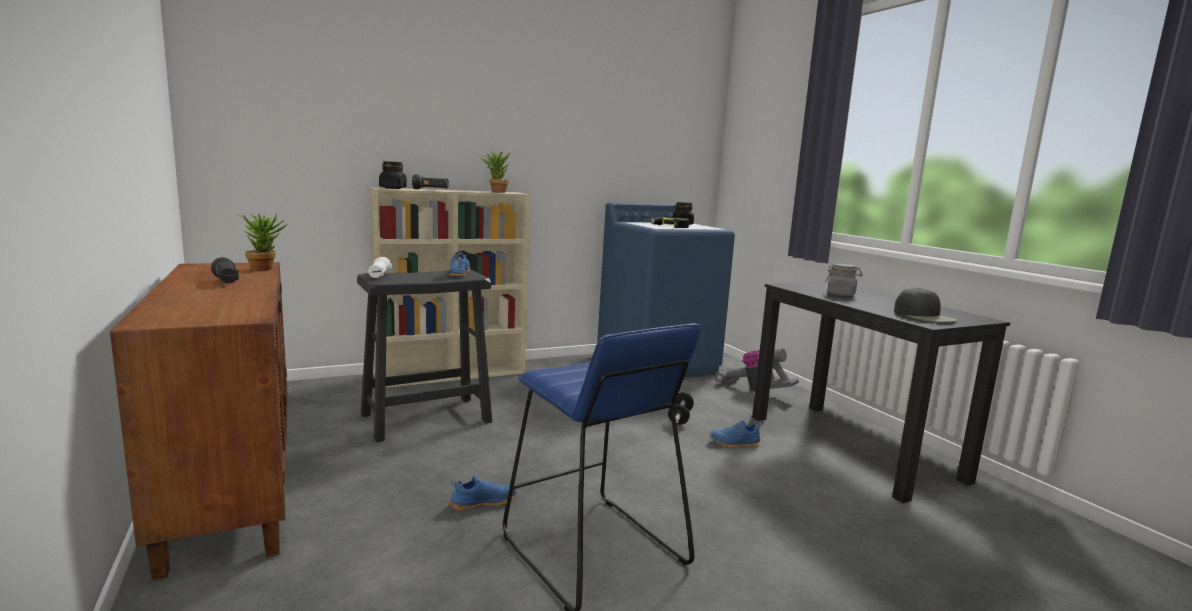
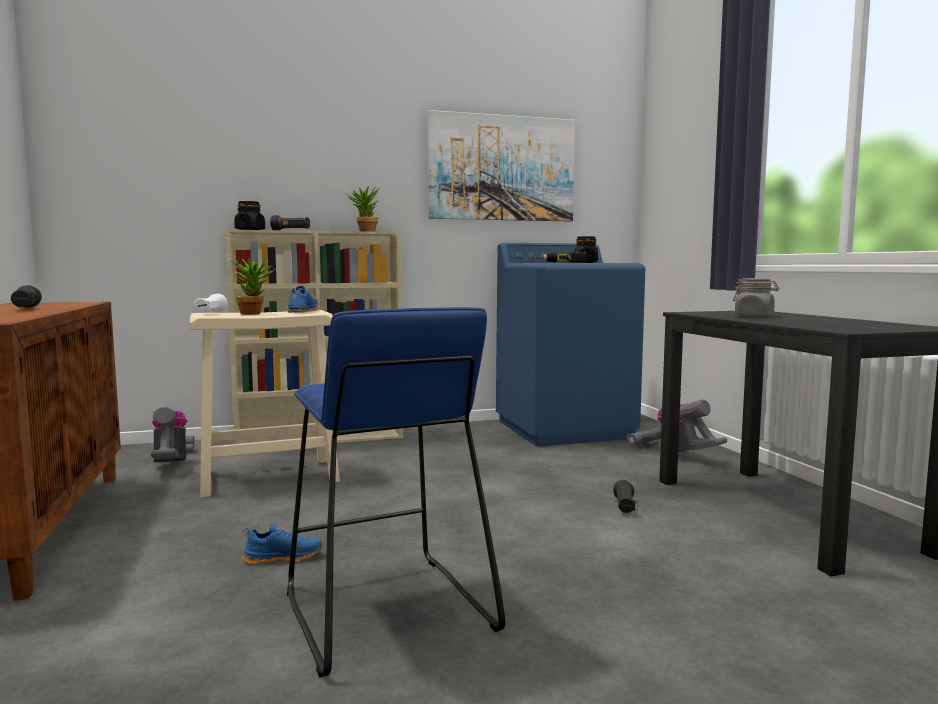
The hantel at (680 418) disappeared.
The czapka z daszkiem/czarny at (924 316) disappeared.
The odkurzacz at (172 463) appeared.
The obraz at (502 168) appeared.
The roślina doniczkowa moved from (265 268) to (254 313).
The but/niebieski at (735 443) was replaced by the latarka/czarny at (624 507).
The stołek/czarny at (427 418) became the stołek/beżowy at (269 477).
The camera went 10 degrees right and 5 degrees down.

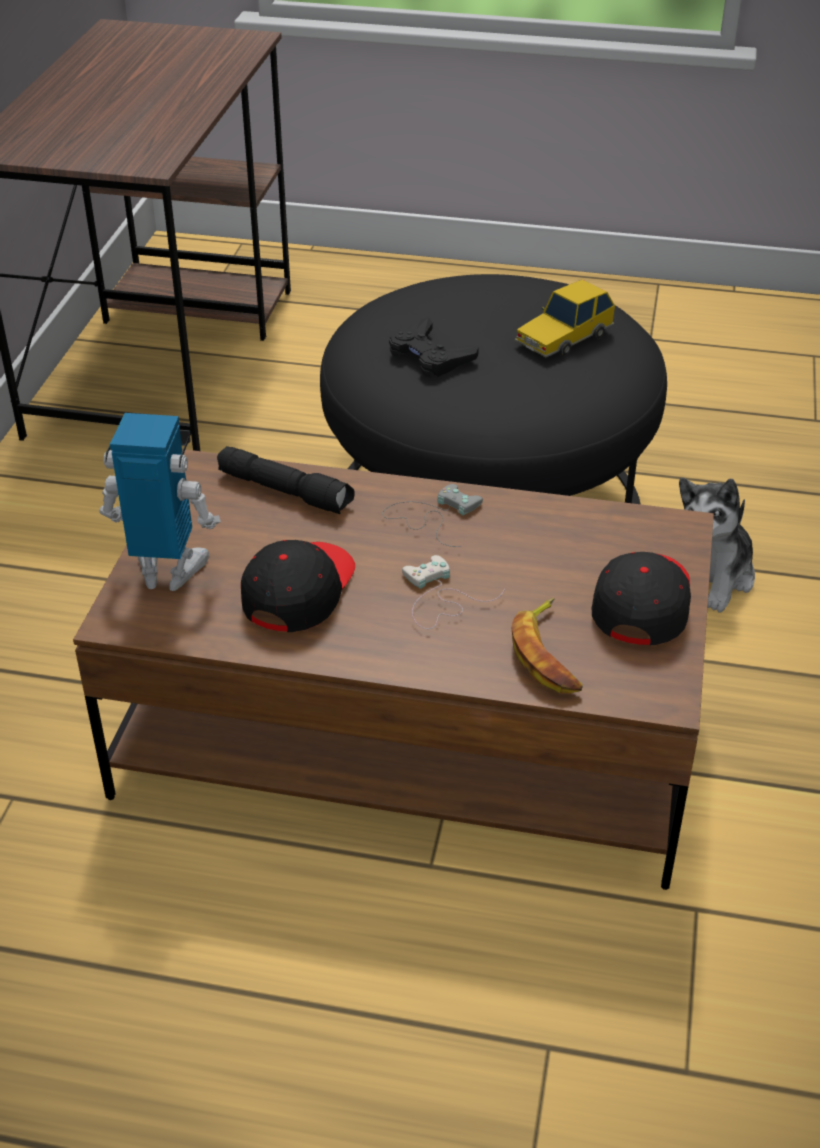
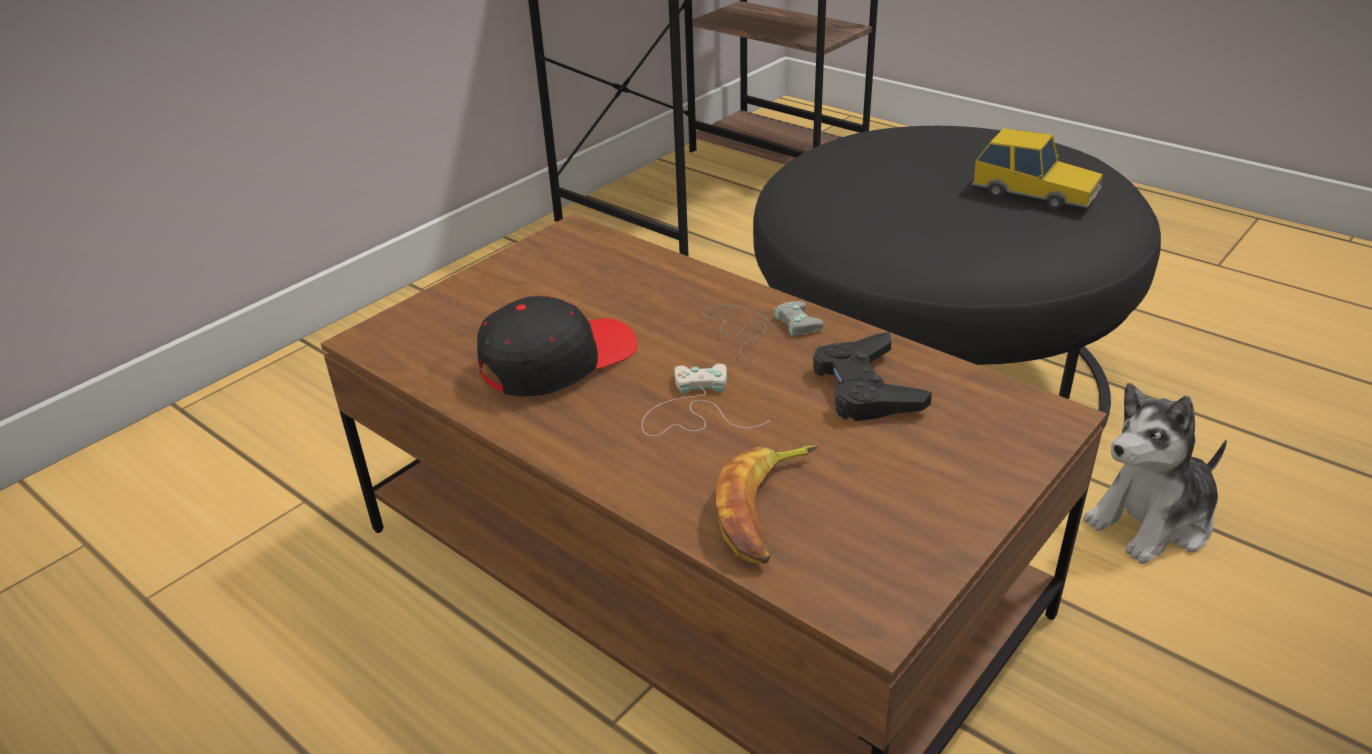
The robot zabawkowy at (168 572) disappeared.
The latarka/czarny at (286 491) disappeared.
The czapka z daszkiem/czarny at (642 603) disappeared.
The pad do gier/czarny moved from (430 356) to (865 388).
The samochodzik at (563 337) turned 135 degrees counterclockwise.
The camera went 30 degrees right and 5 degrees down.

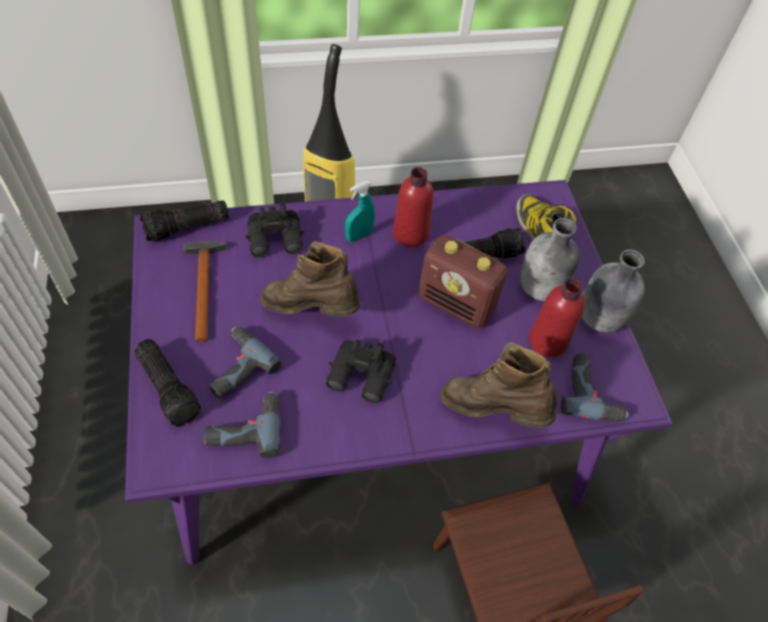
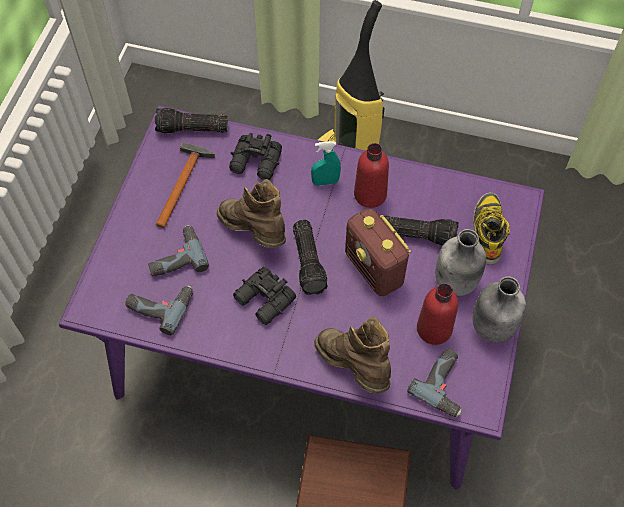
The latarka moved from (170 387) to (309 262).
The camera went 30 degrees right and 5 degrees up.

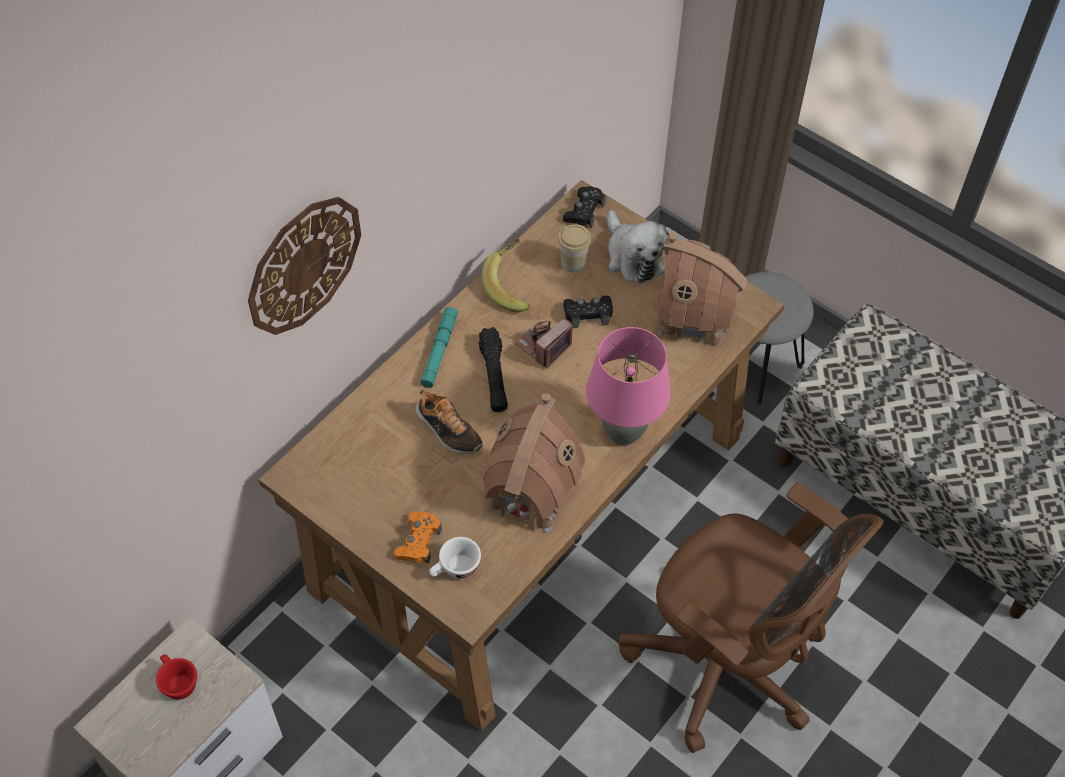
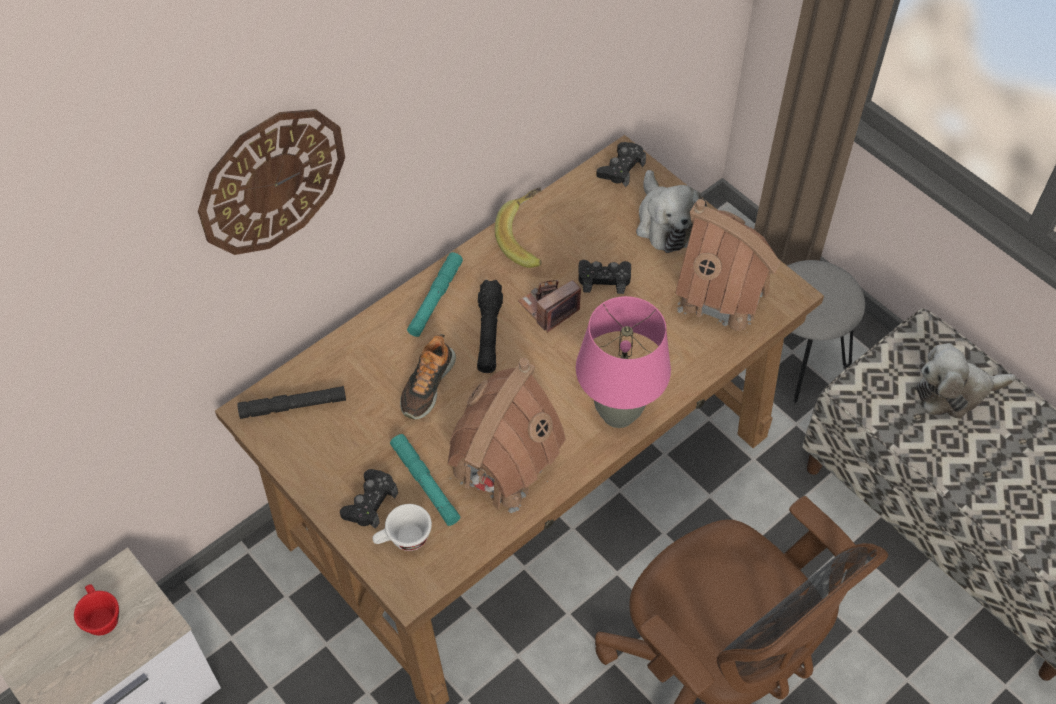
The filiżanka at (573 263) disappeared.
The latarka/czarny at (293 406) appeared.
The latarka/turkusowy at (425 483) appeared.
The pluszak at (954 392) appeared.
The pad do gier/pomarańczowy at (418 541) became the pad do gier/czarny at (370 503).
The but at (448 430) turned 60 degrees clockwise.
The camera went 10 degrees right and 0 degrees up.

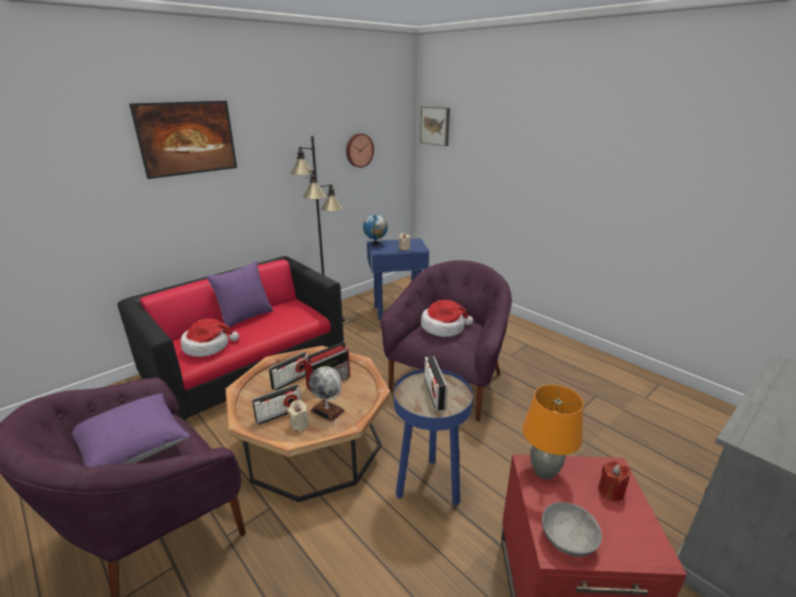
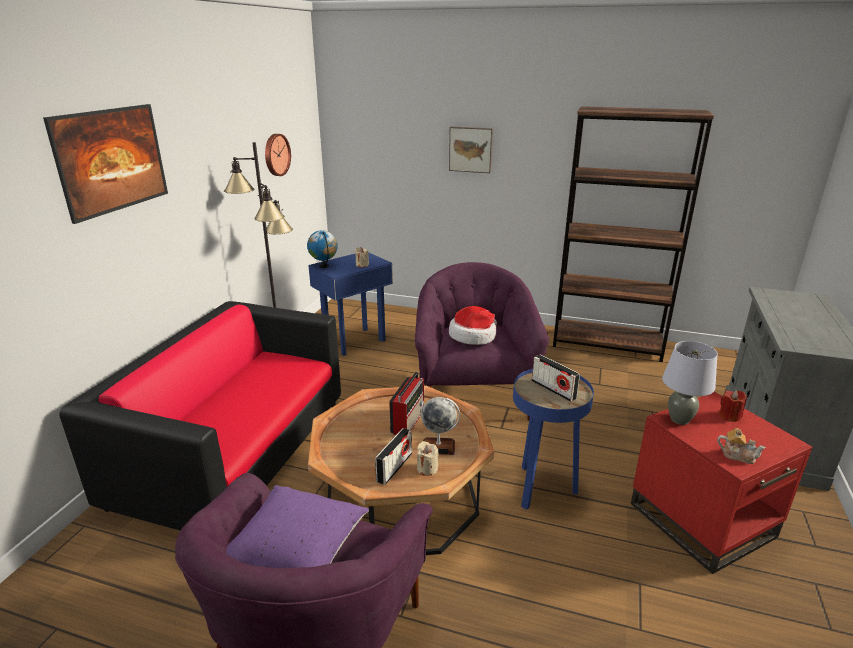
The kapelusz at (208 346) disappeared.
The poduszka/fioletowy at (245 317) disappeared.
The radio at (291 380) disappeared.
The regał/brązowy at (607 344) appeared.
The obraz moved from (436 125) to (471 149).
The miska/szary at (567 538) was replaced by the imbryk at (737 455).
The lampa stołowa/pomarańczowy at (544 471) became the lampa stołowa/szary at (679 419).
The camera went 30 degrees left and 0 degrees up.

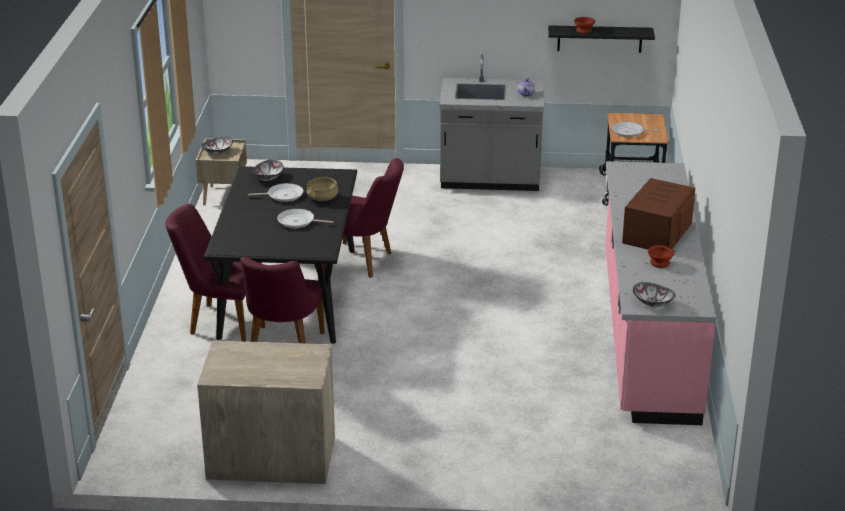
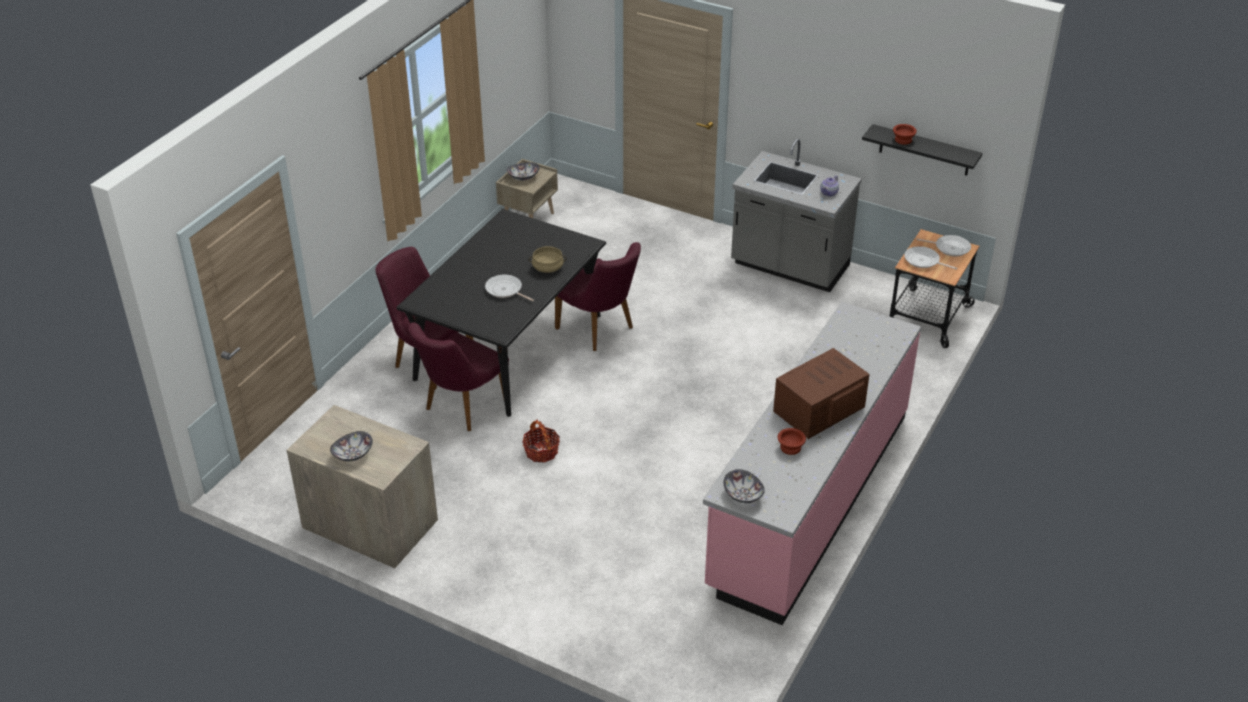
The koszyk at (541 452) appeared.
The patelnia moved from (283 195) to (950 248).
The miska moved from (268 178) to (353 455).
The camera went 25 degrees right and 10 degrees up.

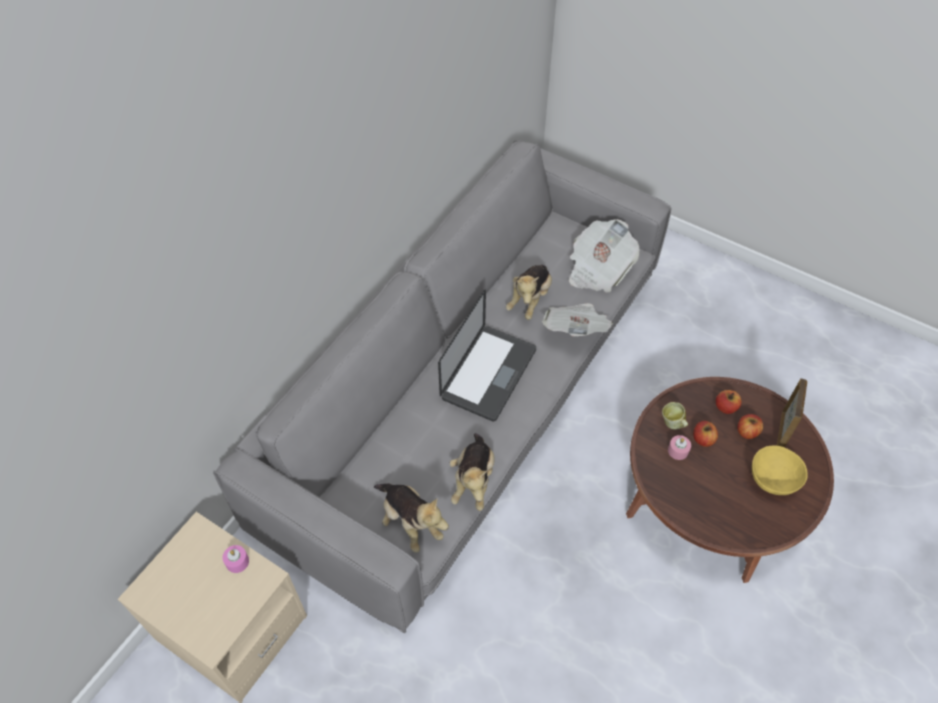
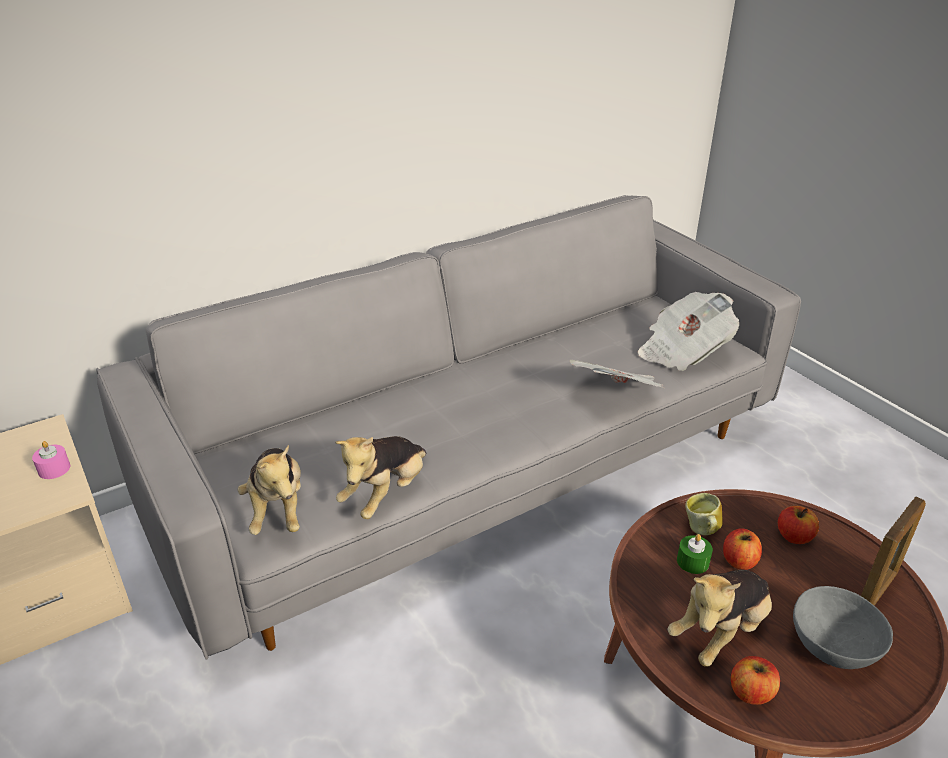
The laptop at (488 374) disappeared.
The pluszak moved from (530 299) to (720 632).
The jabłko moved from (747 432) to (750 692).
The świeca/różowy at (678 450) became the świeca/zielony at (692 561).
The miska/żółty at (771 480) became the miska/szary at (830 647).
The camera went 25 degrees right and 20 degrees down.

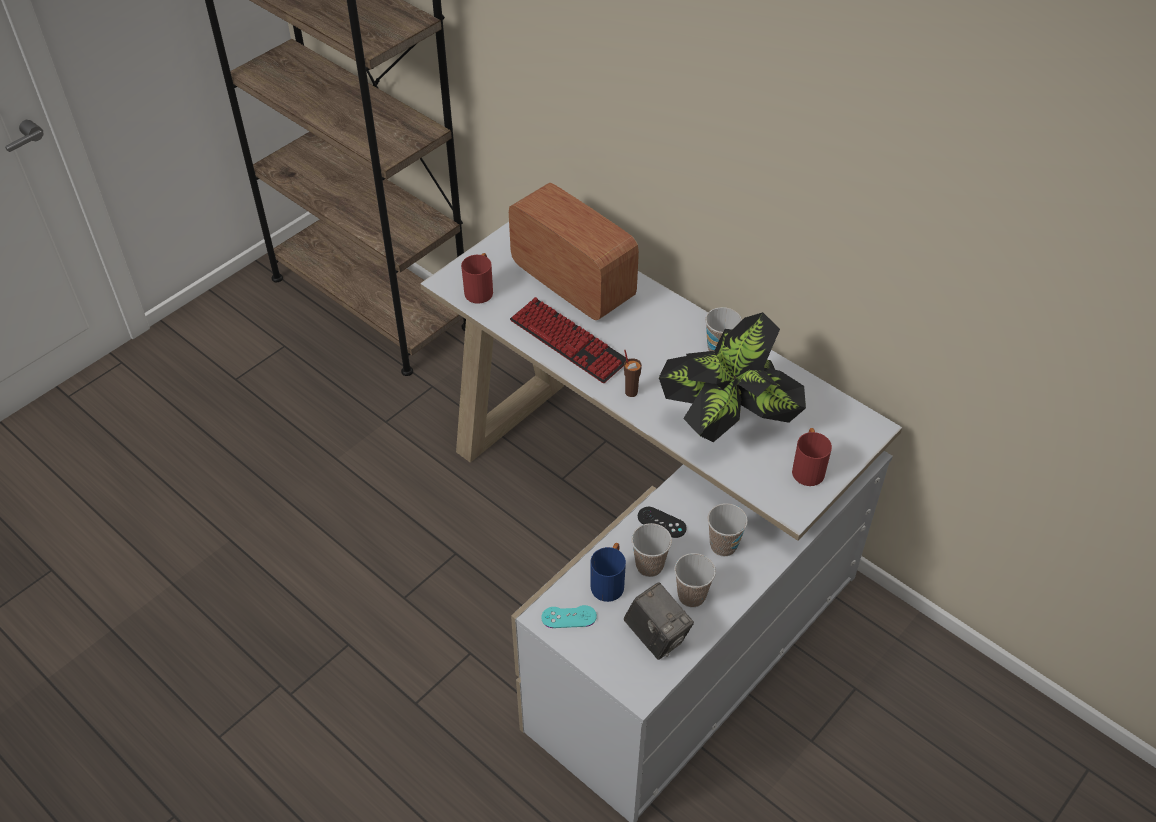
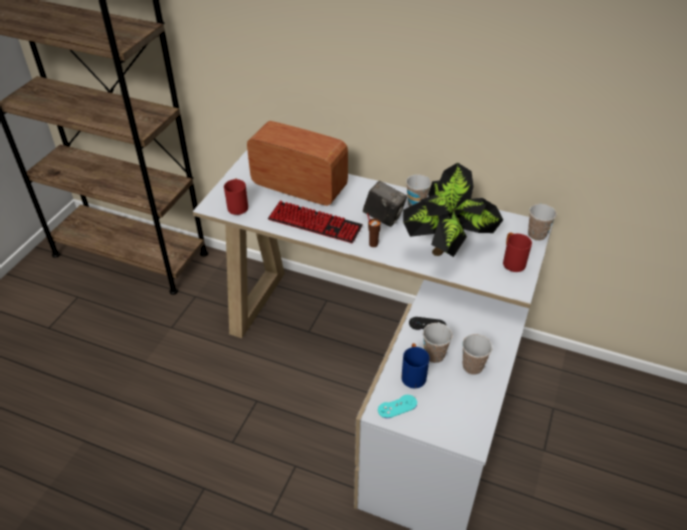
The aparat fotograficzny moved from (656 636) to (383 217).
The filiżanka moved from (723 546) to (536 235).
The camera went 20 degrees left and 5 degrees down.

